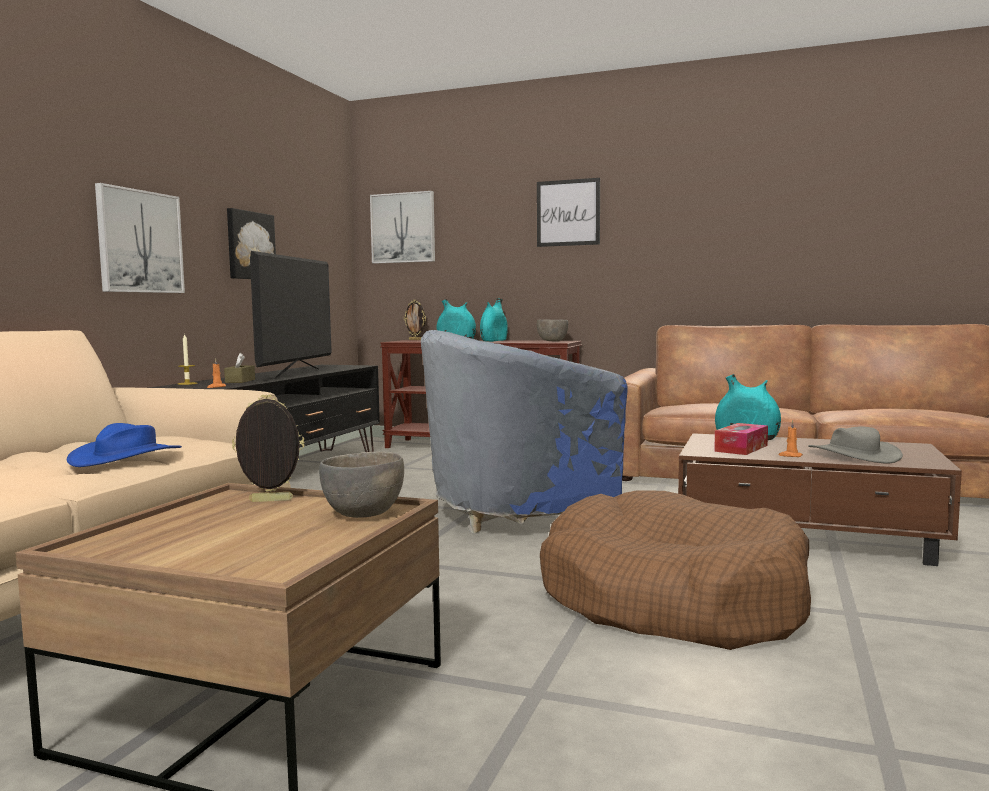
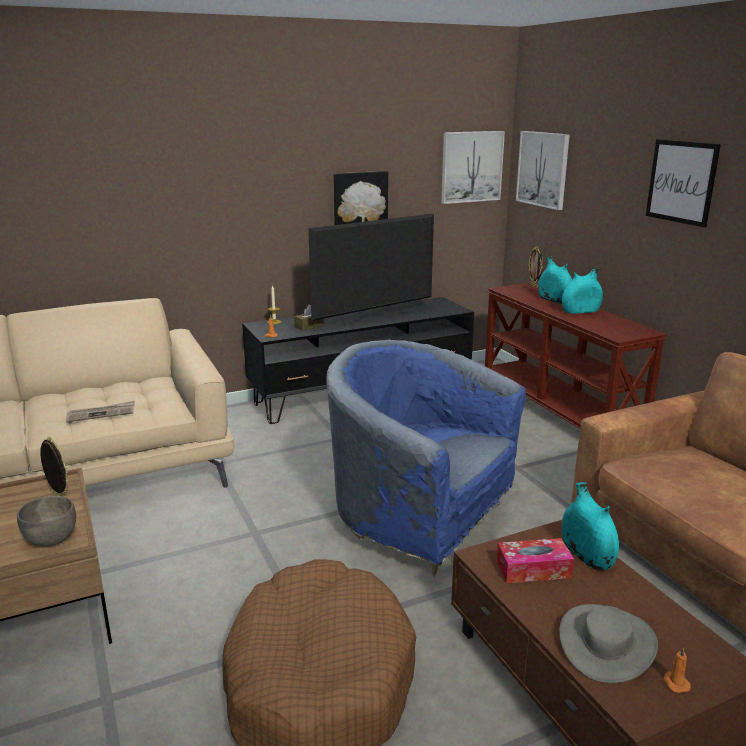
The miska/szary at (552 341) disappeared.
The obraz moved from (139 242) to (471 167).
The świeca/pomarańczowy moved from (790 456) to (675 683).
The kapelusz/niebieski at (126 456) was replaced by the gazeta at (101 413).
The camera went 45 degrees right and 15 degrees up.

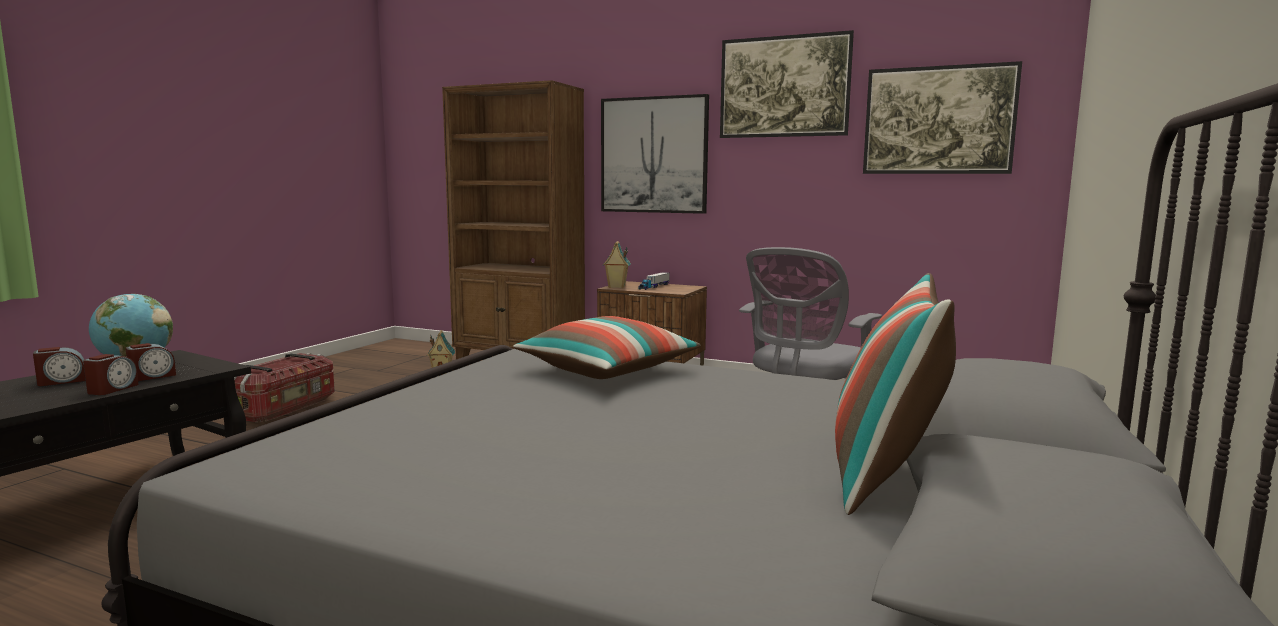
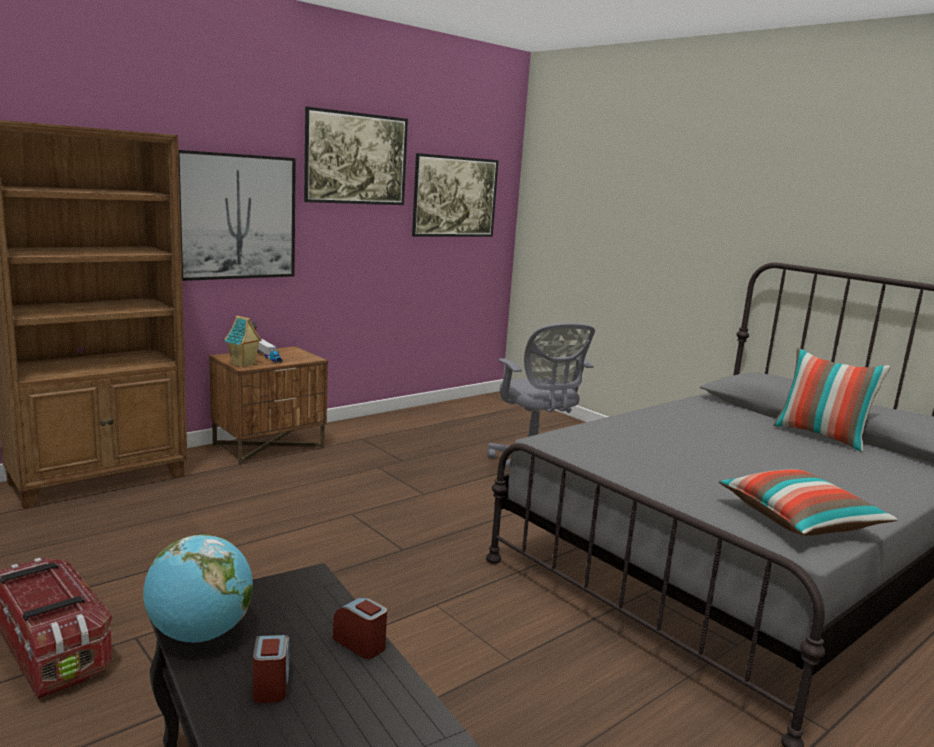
The budzik at (152 376) disappeared.
The domek at (442 374) disappeared.
The poduszka moved from (607 370) to (799 520).
The camera went 65 degrees left and 5 degrees up.

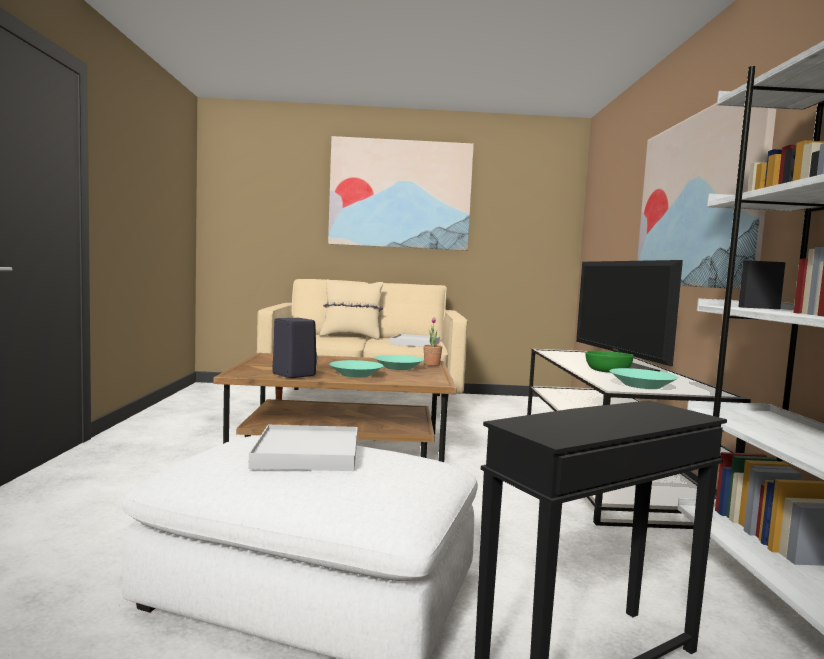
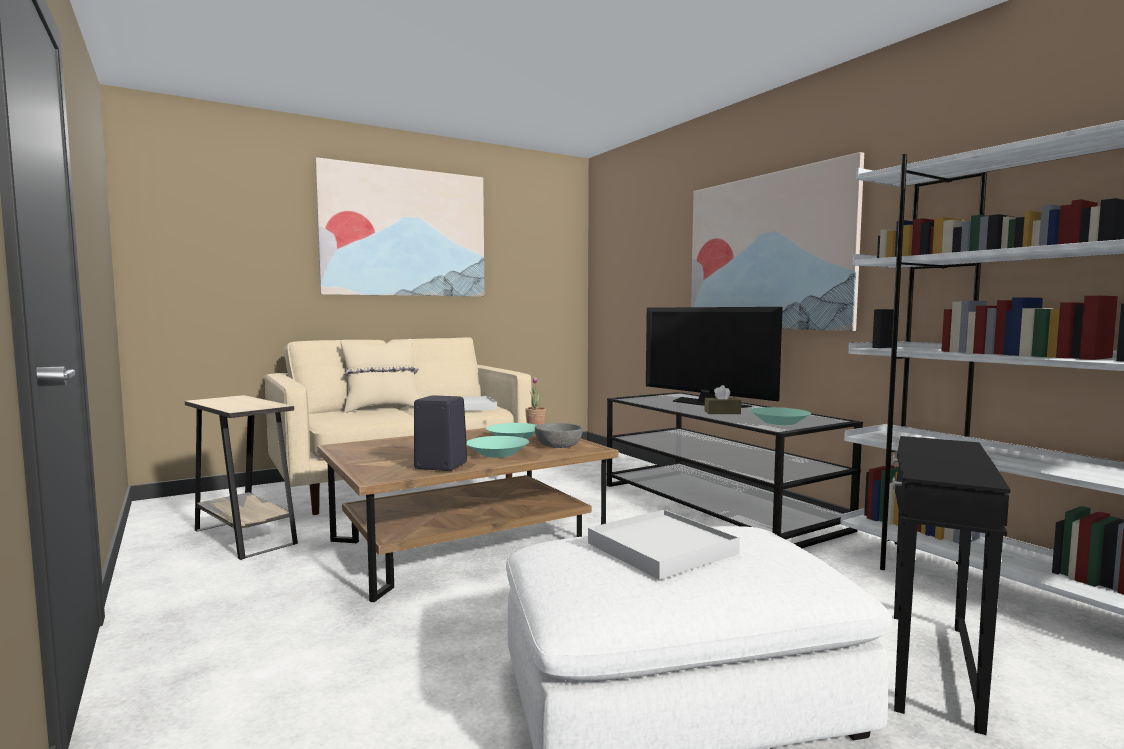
The stolik/beżowy at (244 537) appeared.
The miska/szary at (558 445) appeared.
The miska/zielony at (607 371) was replaced by the pudełko chusteczek/brązowy at (722 412).
The camera went 30 degrees left and 0 degrees up.

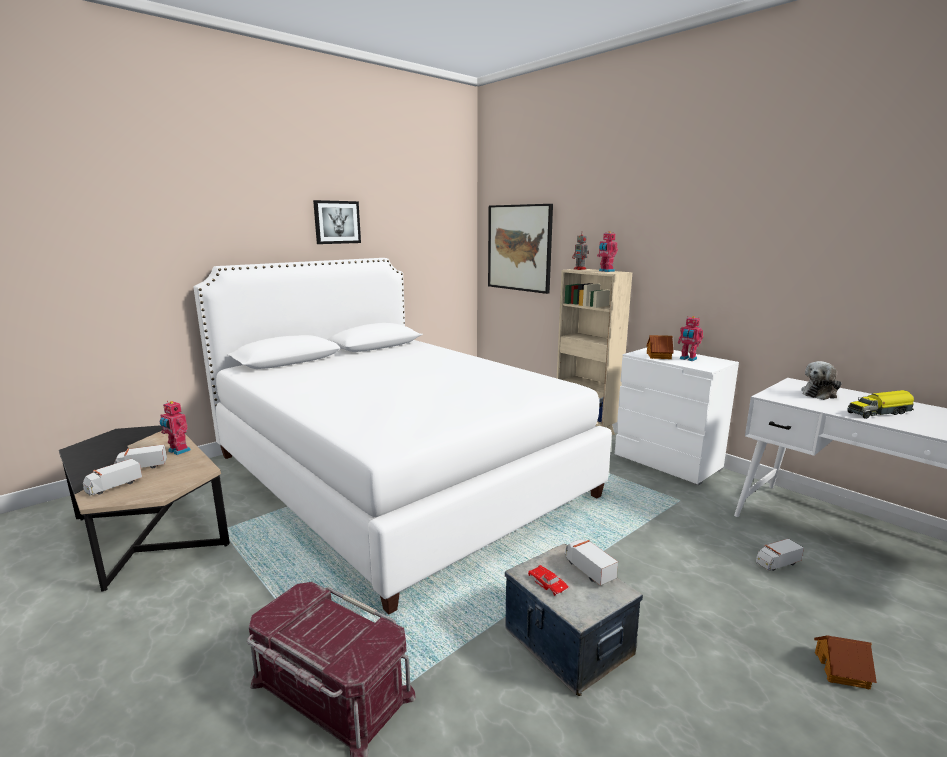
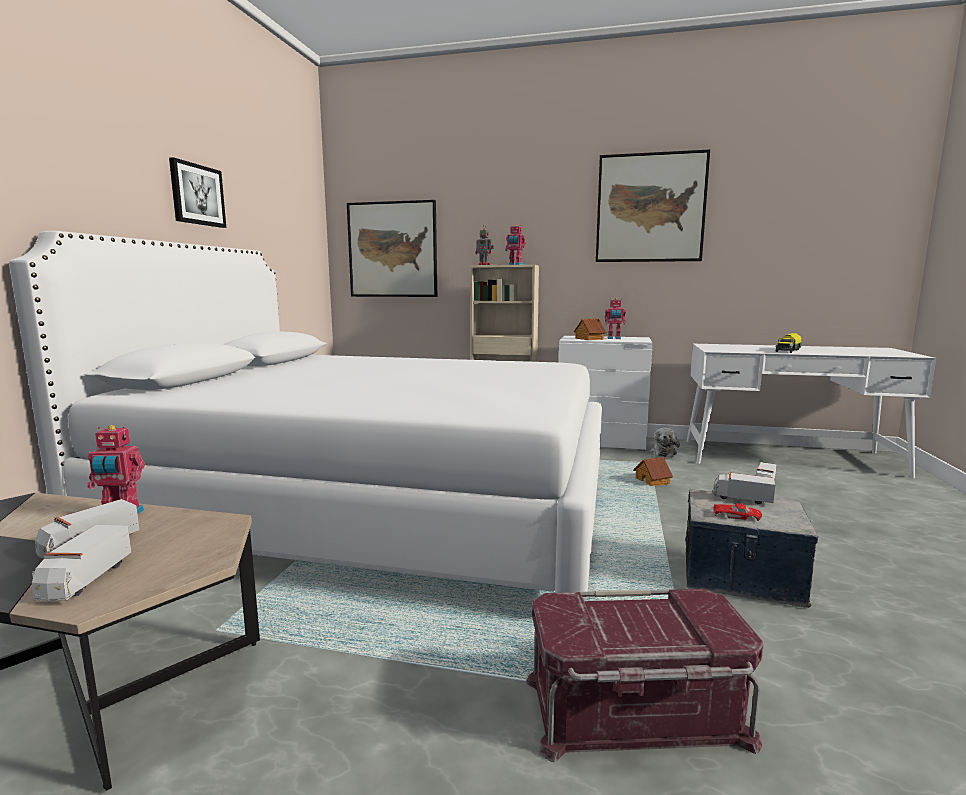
The obraz at (650 208) appeared.
The pluszak moved from (820 394) to (663 452).
The domek moved from (842 670) to (652 481).
The camera went 35 degrees left and 5 degrees down.

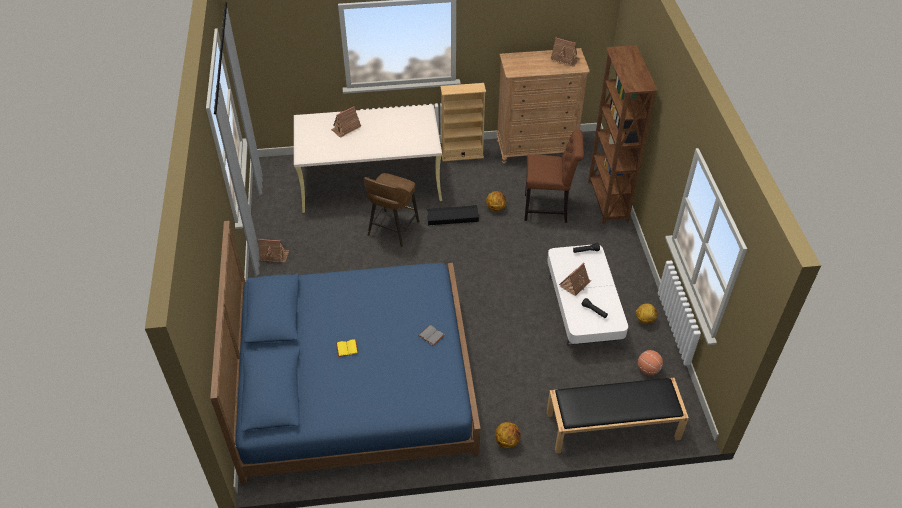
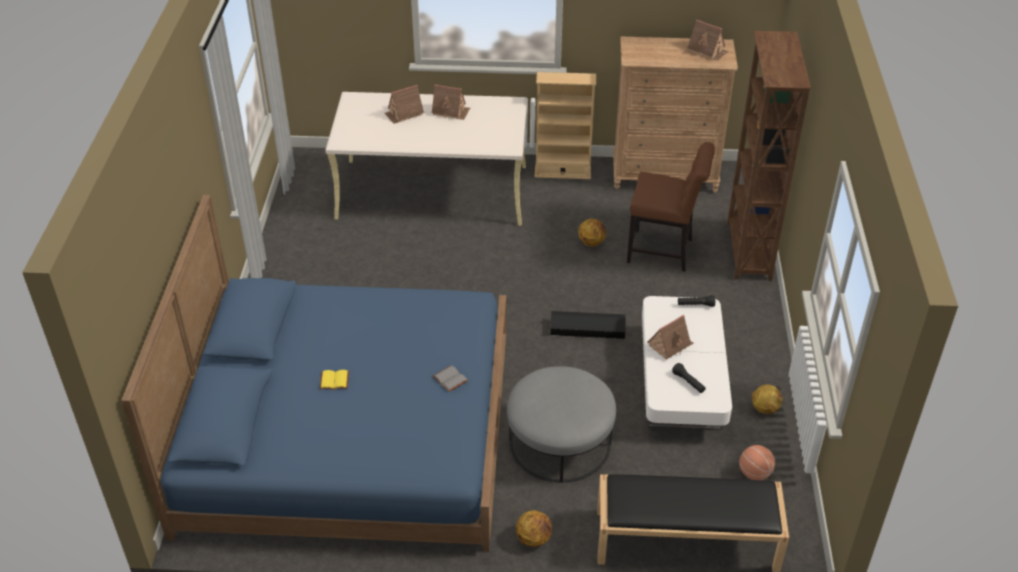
The stołek/brązowy at (392 229) disappeared.
The pufa/szary at (559 442) appeared.
The domek moved from (274 255) to (450 111).
The pojemnik do przechowywania/czarny moved from (452 217) to (587 328).
The camera went 10 degrees right and 5 degrees down.

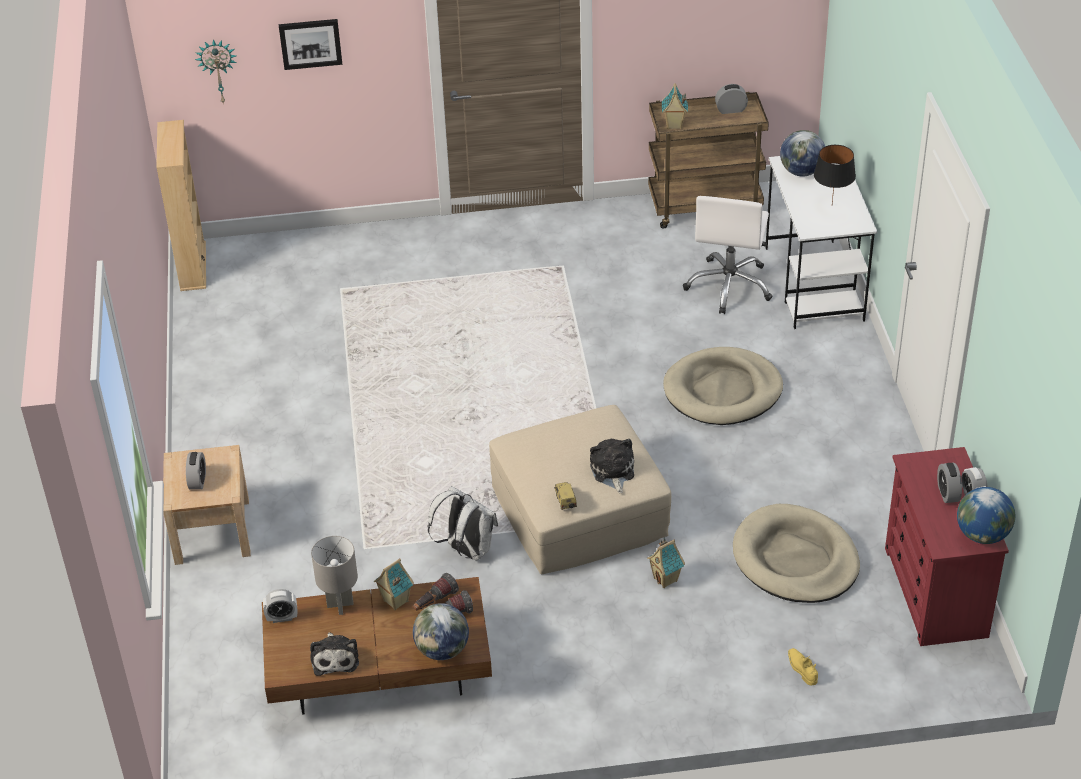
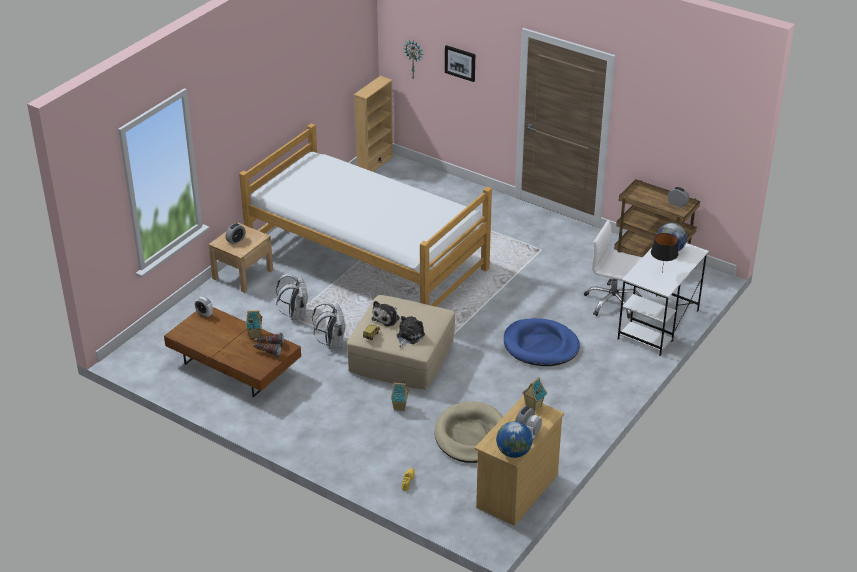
The lampa stołowa/szary at (340 604) disappeared.
The globus at (442 650) disappeared.
The łóżko at (367 260) appeared.
The plecak/biały at (295 315) appeared.
The pluszak moved from (335 658) to (387 318).
The domek moved from (674 125) to (533 406).
The legowisko/beżowy at (723 391) became the legowisko/niebieski at (540 346).
The komoda/czerwony at (935 592) became the komoda/beżowy at (517 491).
The krzesło biurowe/biały at (729 286) turned 60 degrees clockwise.
The camera went 40 degrees right and 5 degrees down.

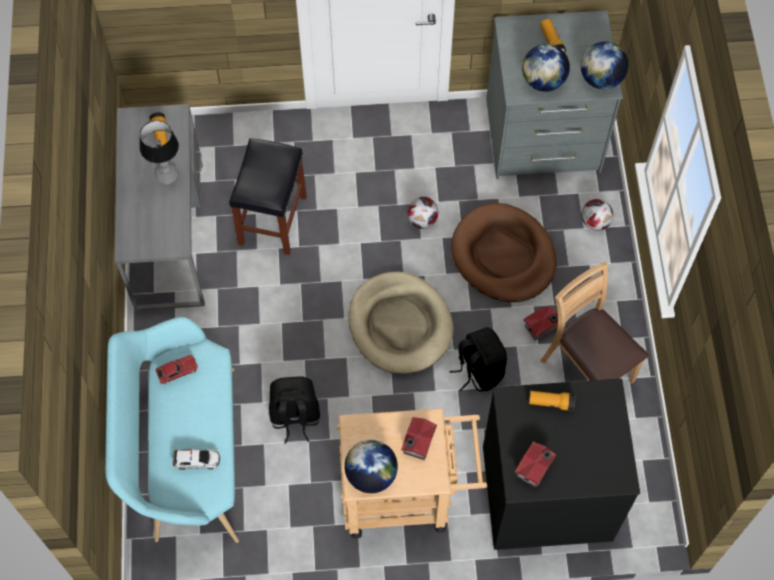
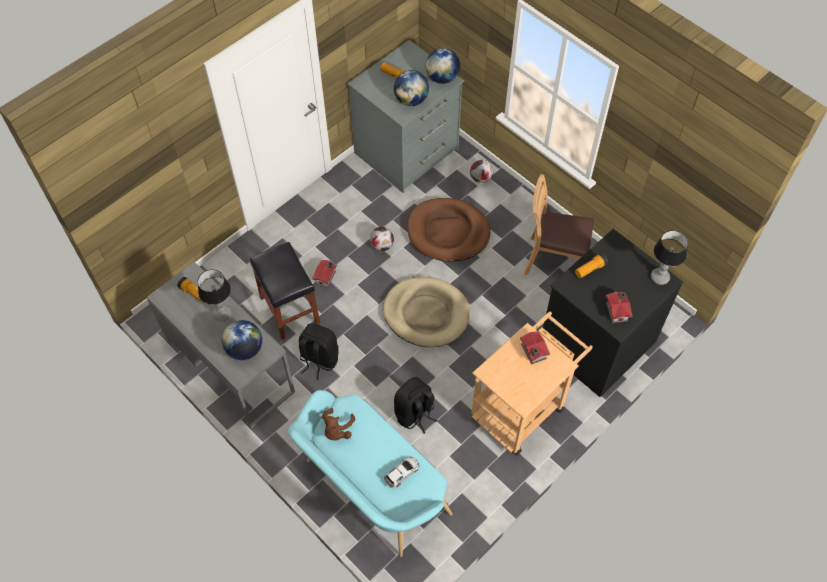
The lampa stołowa at (659 277) appeared.
The globus moved from (371 474) to (245 349).
The plecak/czarny moved from (478 370) to (319 359).
The domek moved from (542 327) to (326 277).
The samochodzik at (177 371) was replaced by the pluszak/brązowy at (337 430).
The camera went 40 degrees left and 5 degrees down.

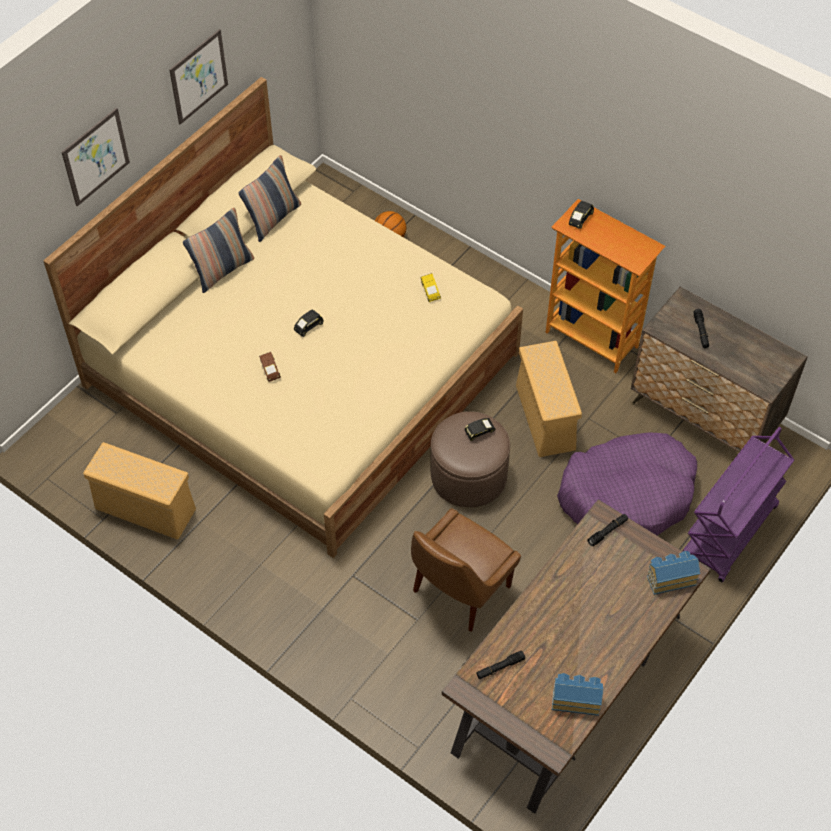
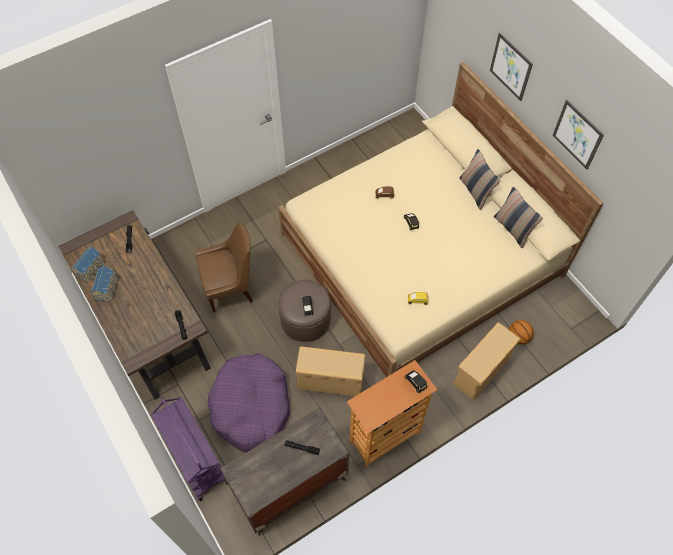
The pojemnik do przechowywania/beżowy moved from (147 509) to (481 371).
The domek moved from (670 578) to (107 288).
The krzesło/brązowy at (459 591) turned 105 degrees clockwise.
The camera went 110 degrees right and 5 degrees up.

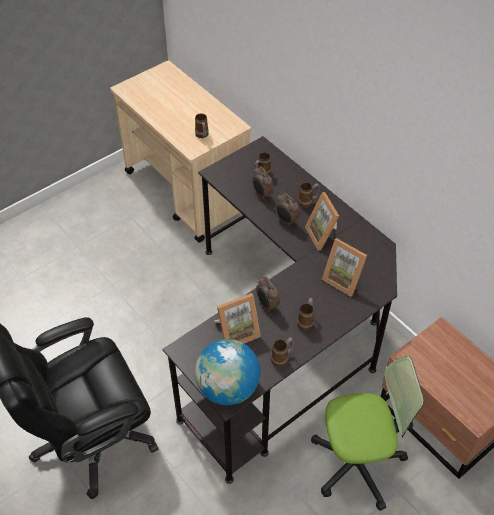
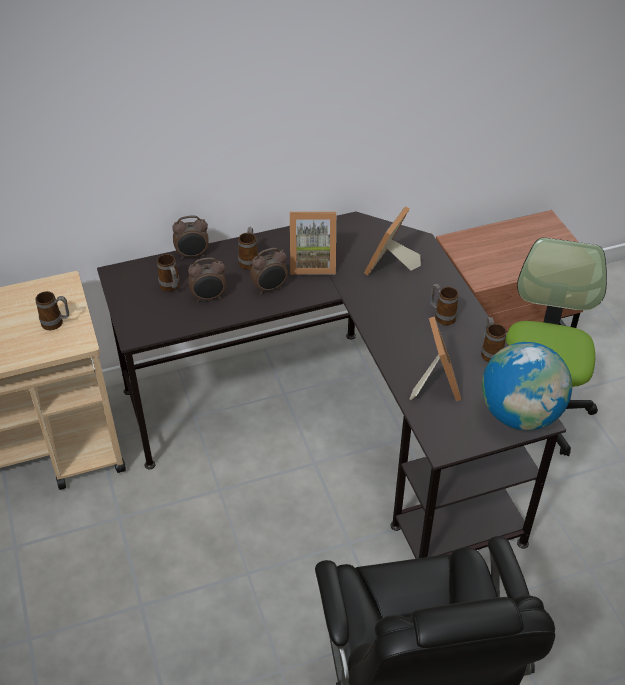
The budzik moved from (267 305) to (192 255).
The ramka na zdjęcie at (344 279) turned 150 degrees clockwise.
The camera went 70 degrees left and 5 degrees down.

